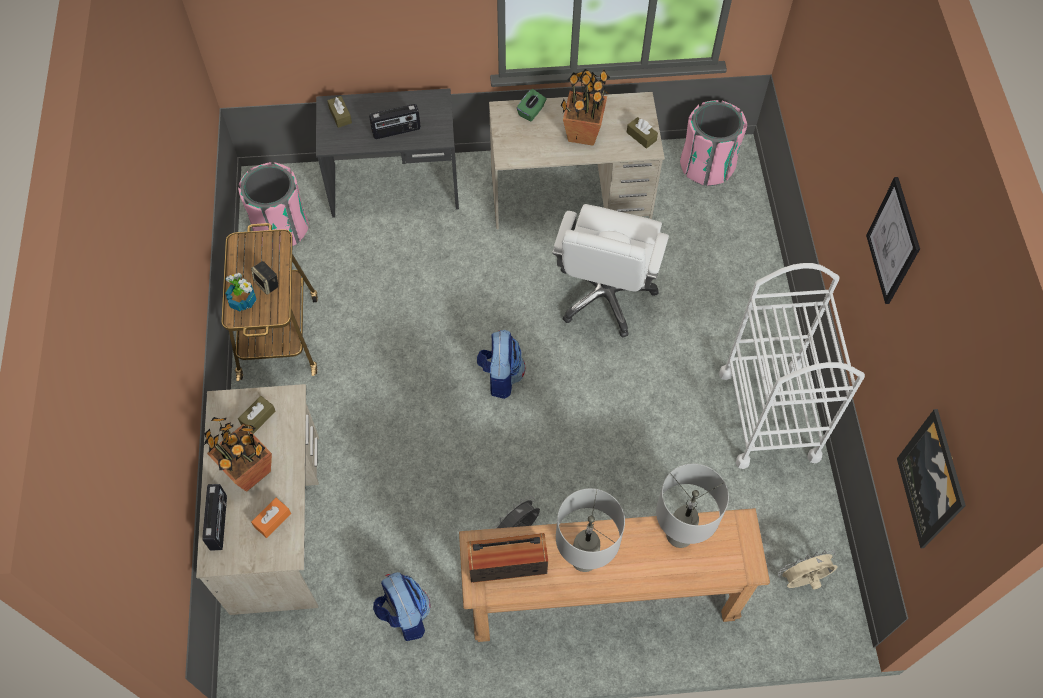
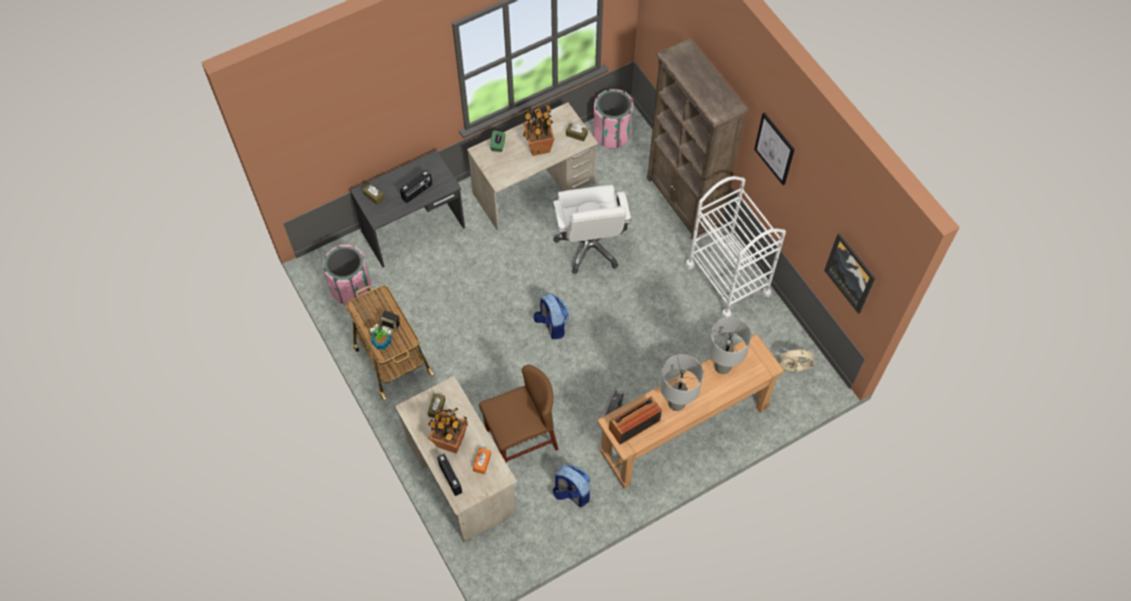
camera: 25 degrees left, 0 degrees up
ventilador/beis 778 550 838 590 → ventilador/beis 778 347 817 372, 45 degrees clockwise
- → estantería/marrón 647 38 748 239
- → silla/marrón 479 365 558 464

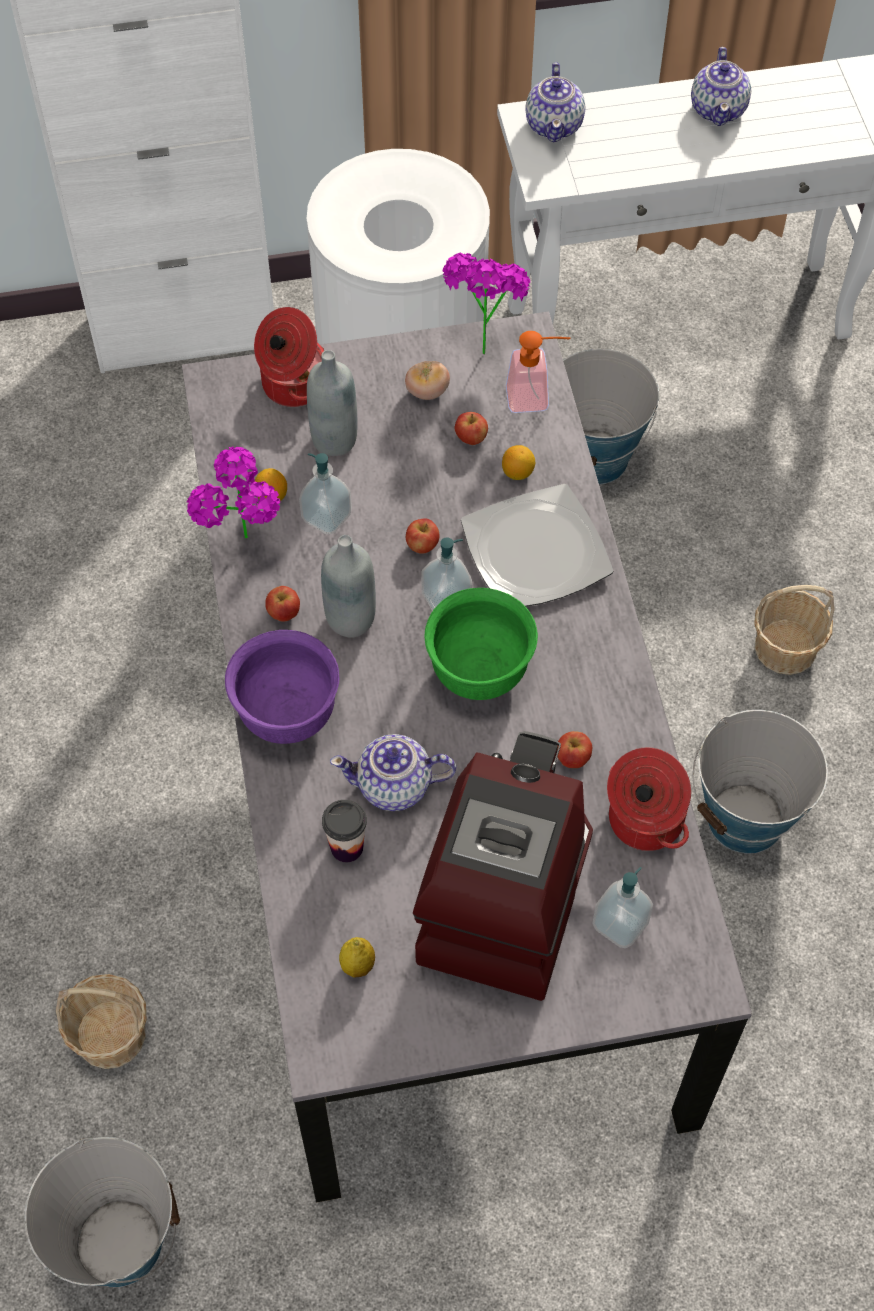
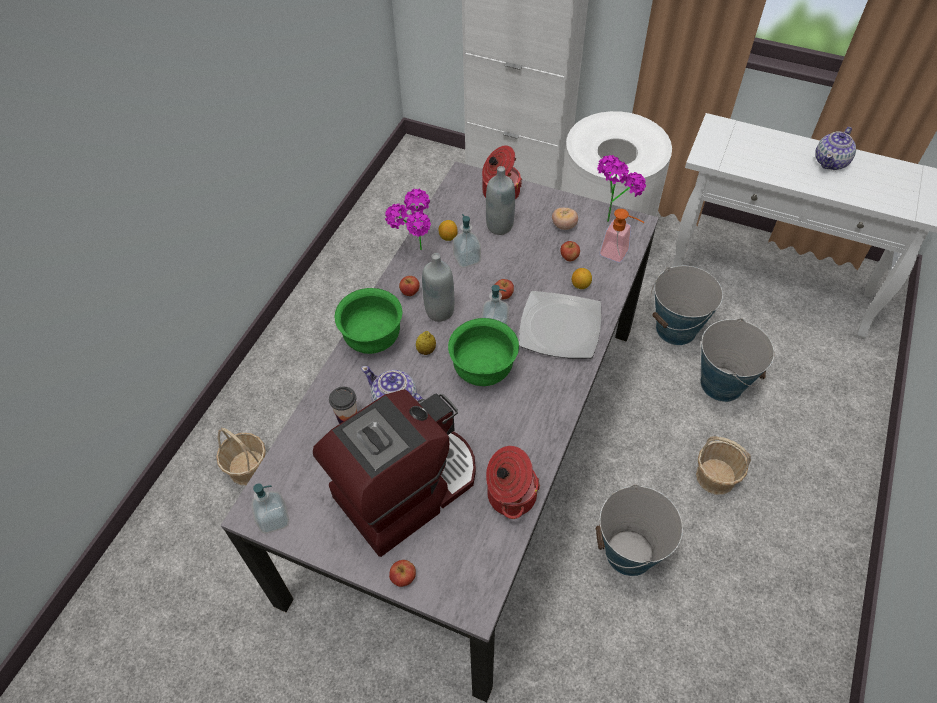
camera: 35 degrees right, 5 degrees down
tetera 525 62 585 142 → -
cuenco/morado 225 630 340 744 → cuenco/verde 335 288 402 354
manzana 557 731 592 768 → manzana 389 560 416 587, move
dispensador de jabón 592 867 653 948 → dispensador de jabón 251 483 289 534, move
limón 339 937 375 978 → limón 416 331 436 355, move
cubo 25 1137 180 1287 → cubo 700 318 774 402, move

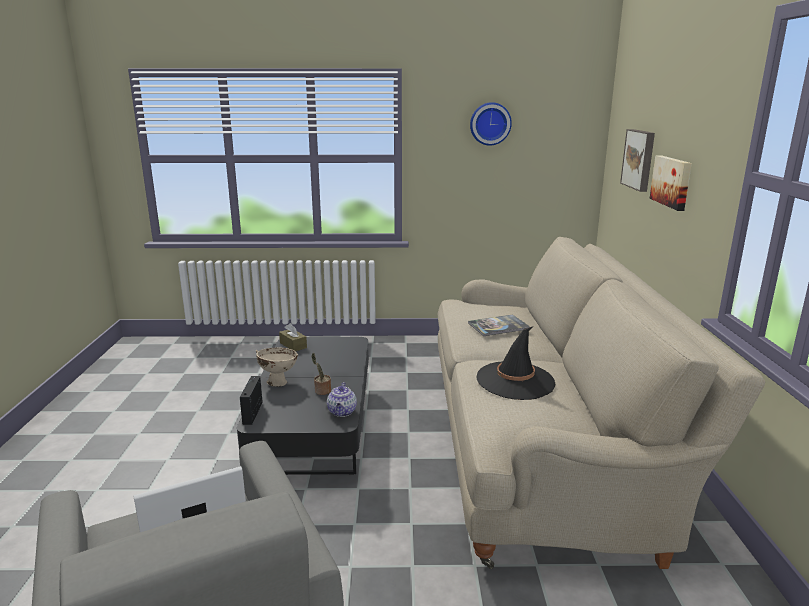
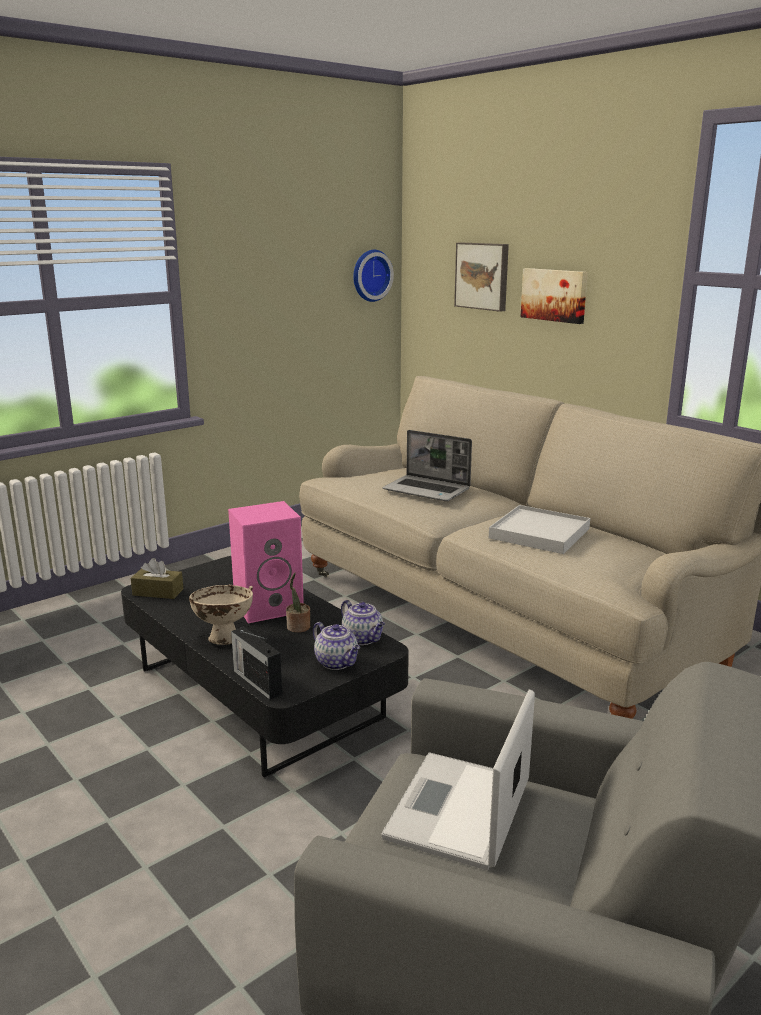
camera: 40 degrees left, 0 degrees up
reloj de pared 470 102 512 146 → reloj de pared 353 250 394 302, move
libro 468 315 530 336 → portátil 383 430 472 501
sombrero/negro 476 326 556 400 → bandeja/blanco 489 505 590 554
- → altavoz/rosa 228 501 304 623
- → tetera 313 622 360 670

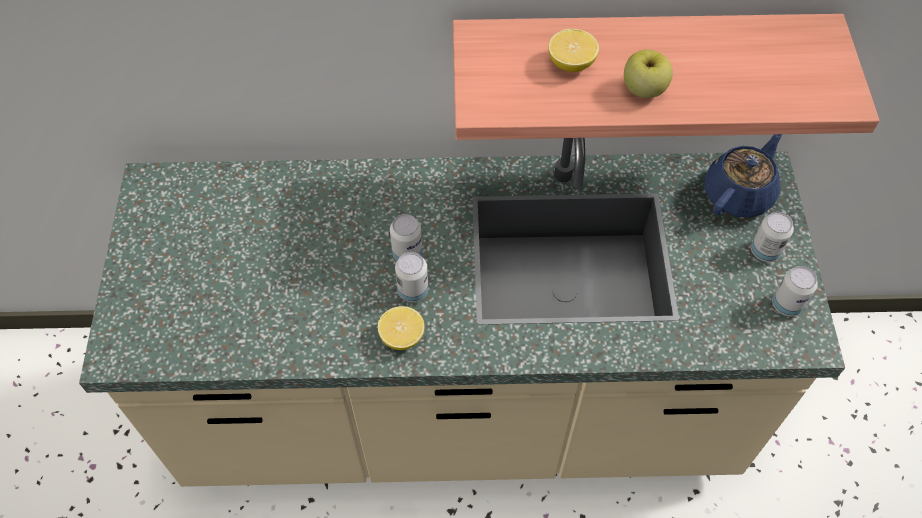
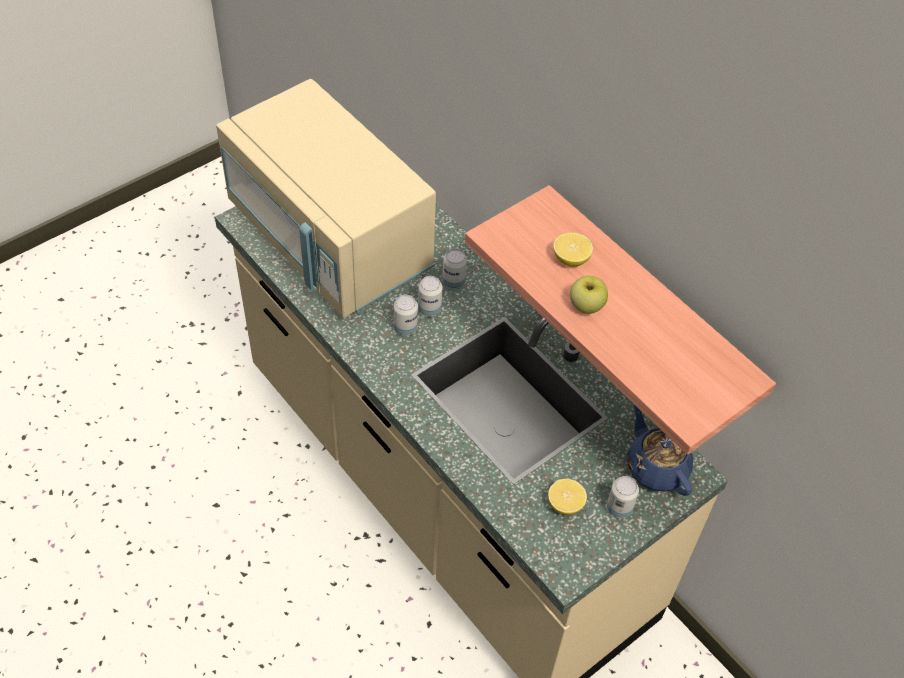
camera: 50 degrees right, 5 degrees down
tetera/azul 705 134 783 218 → tetera/azul 627 405 693 496, 120 degrees counterclockwise
lata 772 266 818 316 → lata 442 249 467 289, move
limón 378 306 425 350 → limón 548 479 587 515, move
- → microondas/beis 216 79 436 317

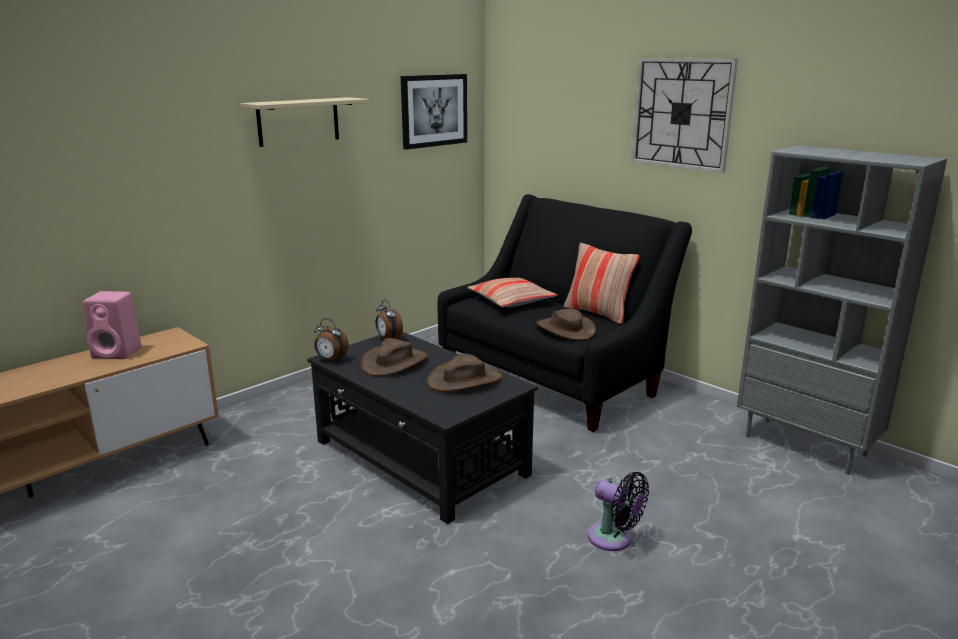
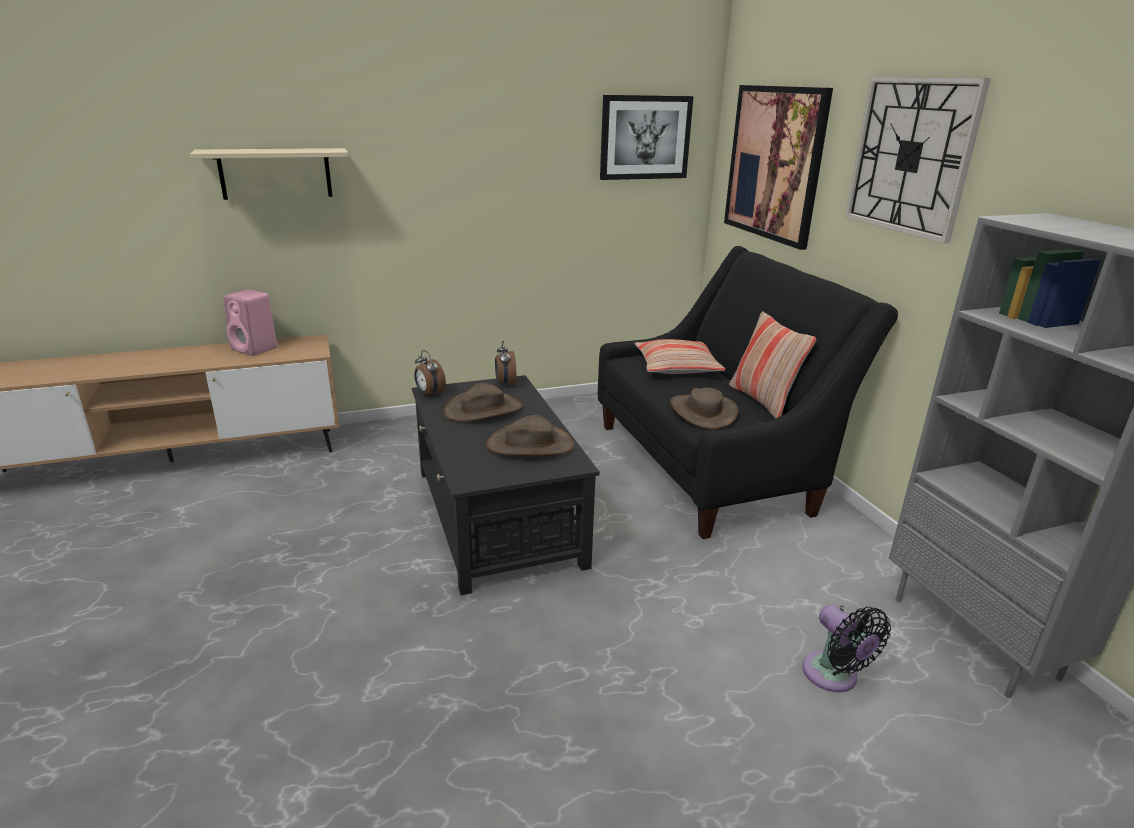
camera: 25 degrees right, 5 degrees up
estante/beis 240 97 369 147 → estante/beis 190 148 348 200, move
ventilador/negro 588 472 649 551 → ventilador/negro 802 604 891 693, move
- → cuadro 724 85 833 250

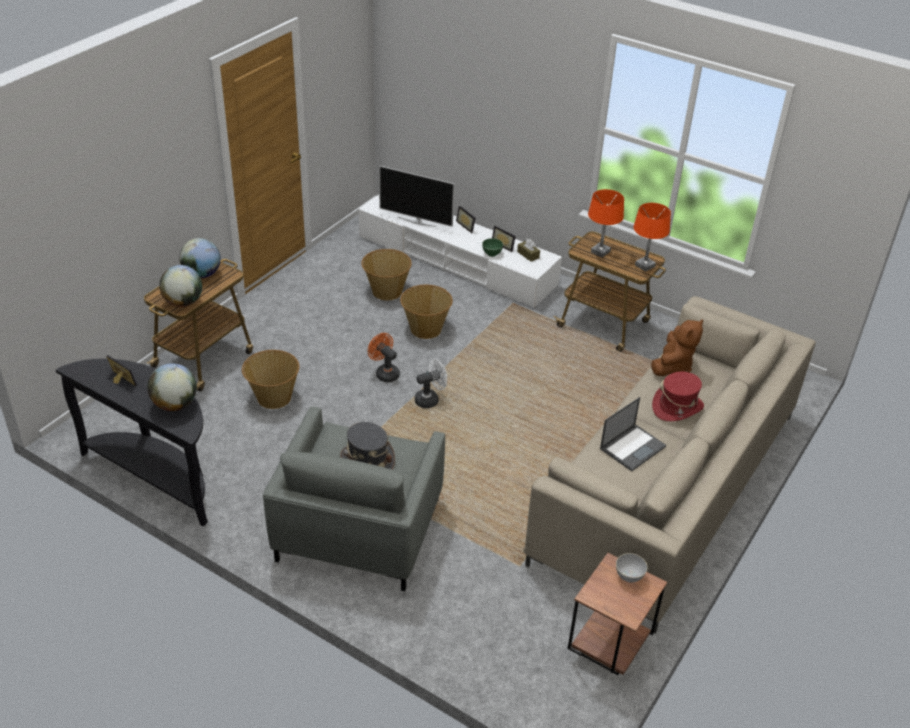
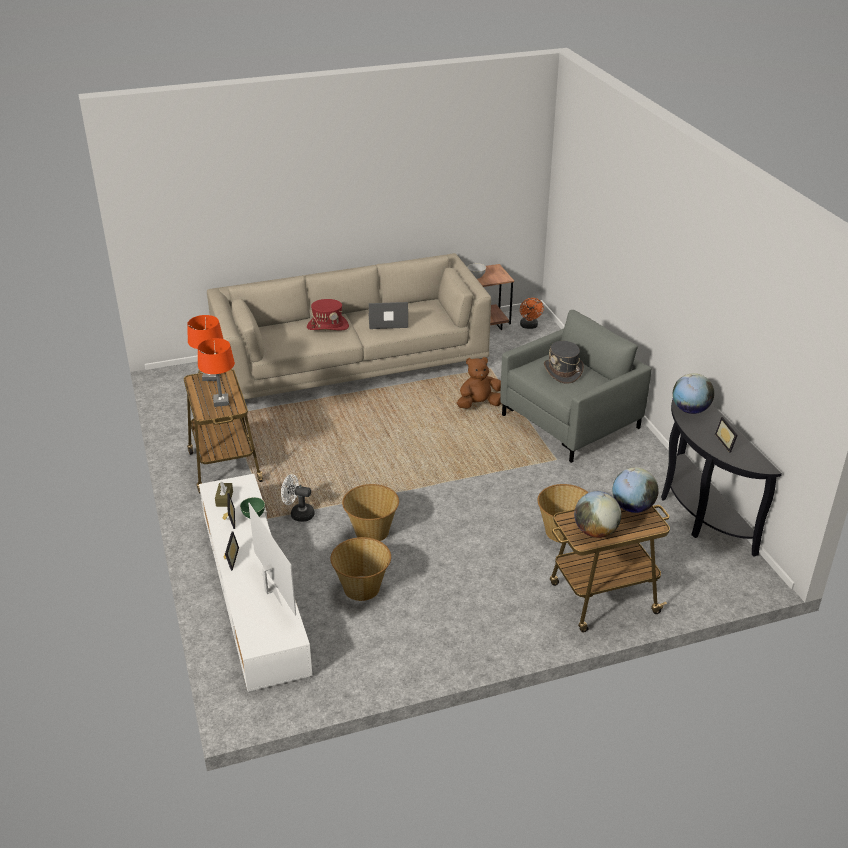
camera: 140 degrees left, 5 degrees down
peluche/marrón 651 319 703 376 → peluche/marrón 457 357 501 409, move
ventilador/naranja 368 333 400 382 → ventilador/naranja 520 298 544 329, move
ventilador/blanco 415 359 447 408 → ventilador/blanco 281 474 315 522, move

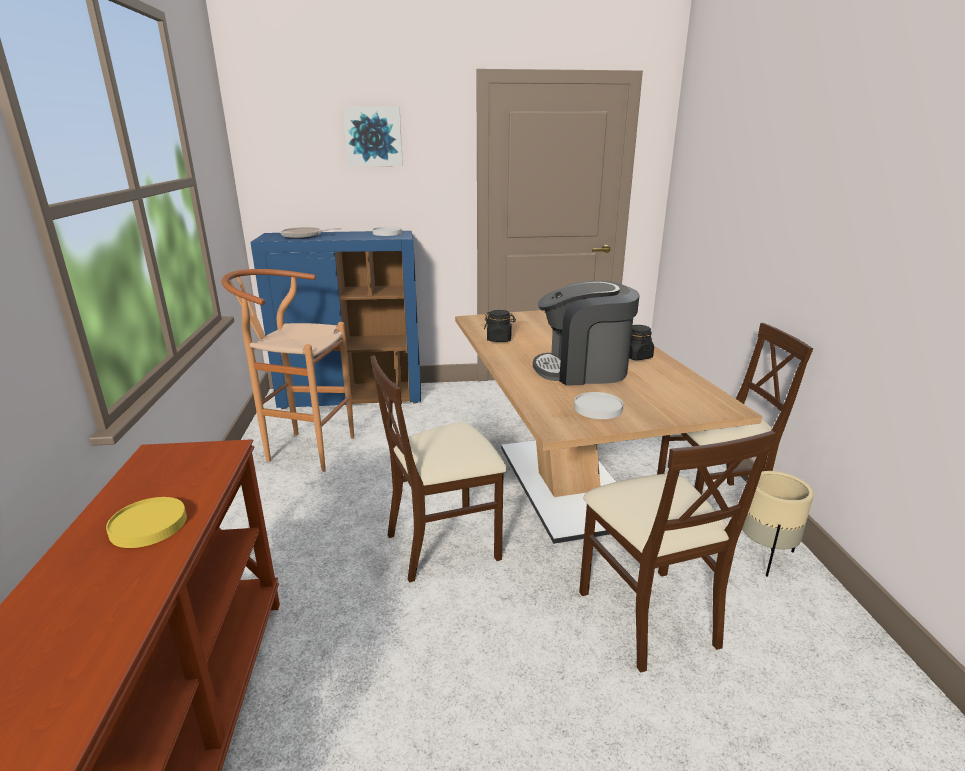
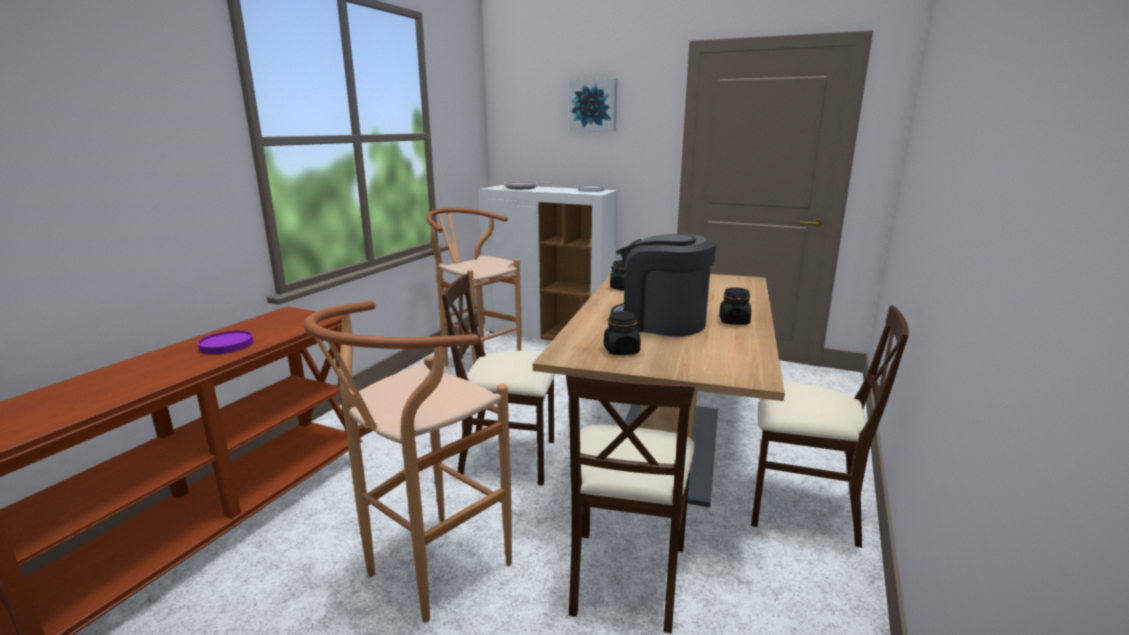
camera: 30 degrees right, 5 degrees down
armario/azul 250 231 421 409 → armario/blanco 478 185 617 341
plato/blanco 574 392 623 419 → tarro/negro 604 311 641 355
maceta/beis 742 471 814 577 → -
plato/amarillo 106 497 187 548 → plato/morado 198 331 254 355
- → taburete/marrón 304 301 512 623

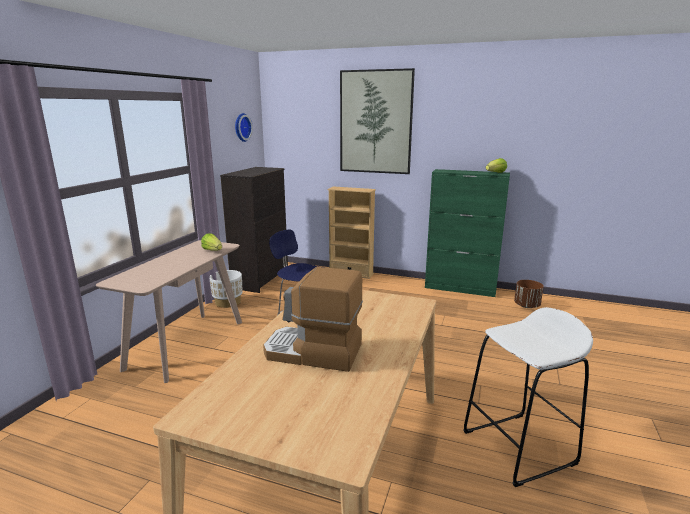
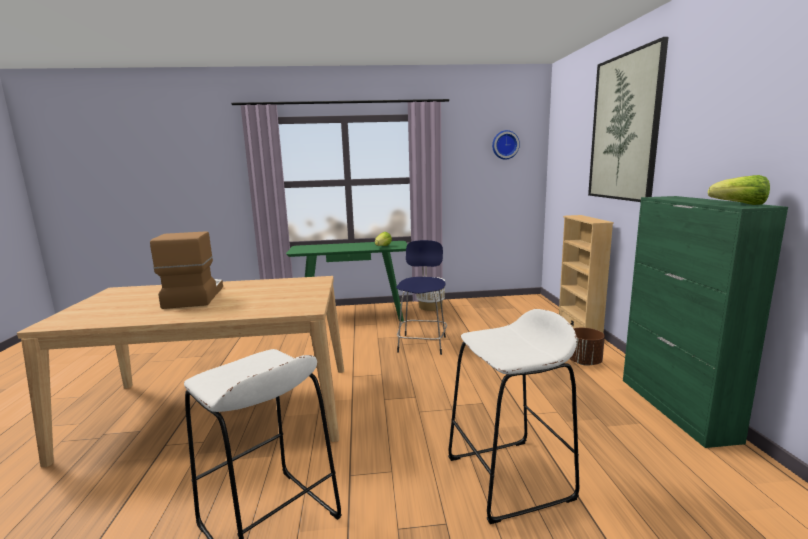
camera: 65 degrees right, 5 degrees down
cómoda/negro 220 167 288 293 → -
mesa consola/beis 96 240 242 383 → mesa consola/verde 286 241 408 321
maceta/marrón 514 280 544 308 → maceta/marrón 570 328 605 366, move
- → taburete/blanco 448 309 579 524

